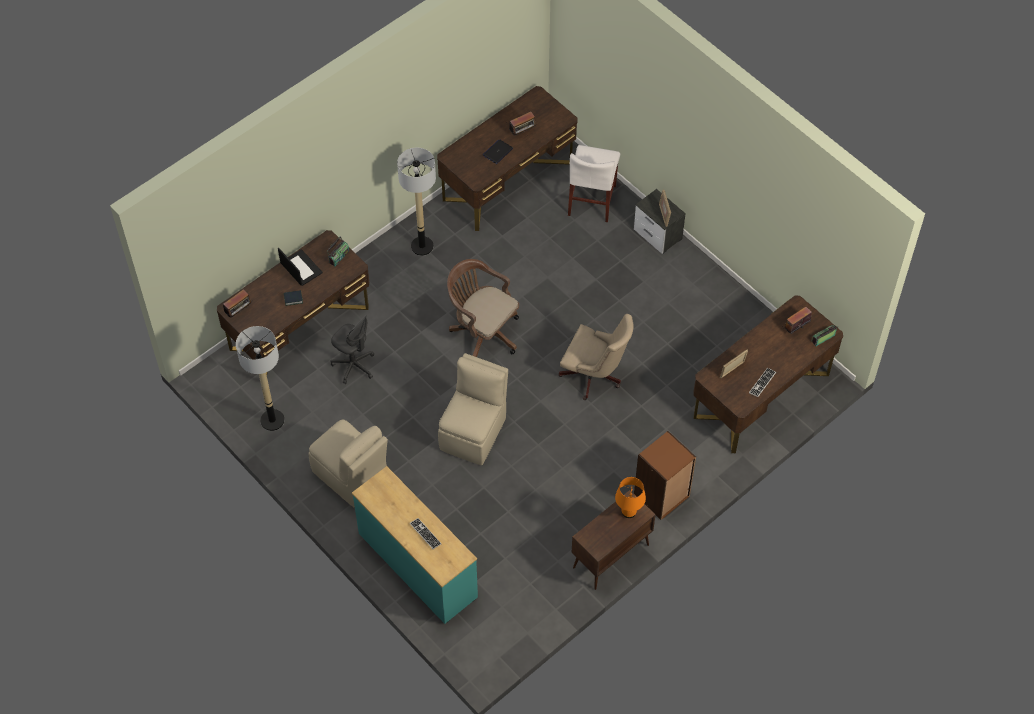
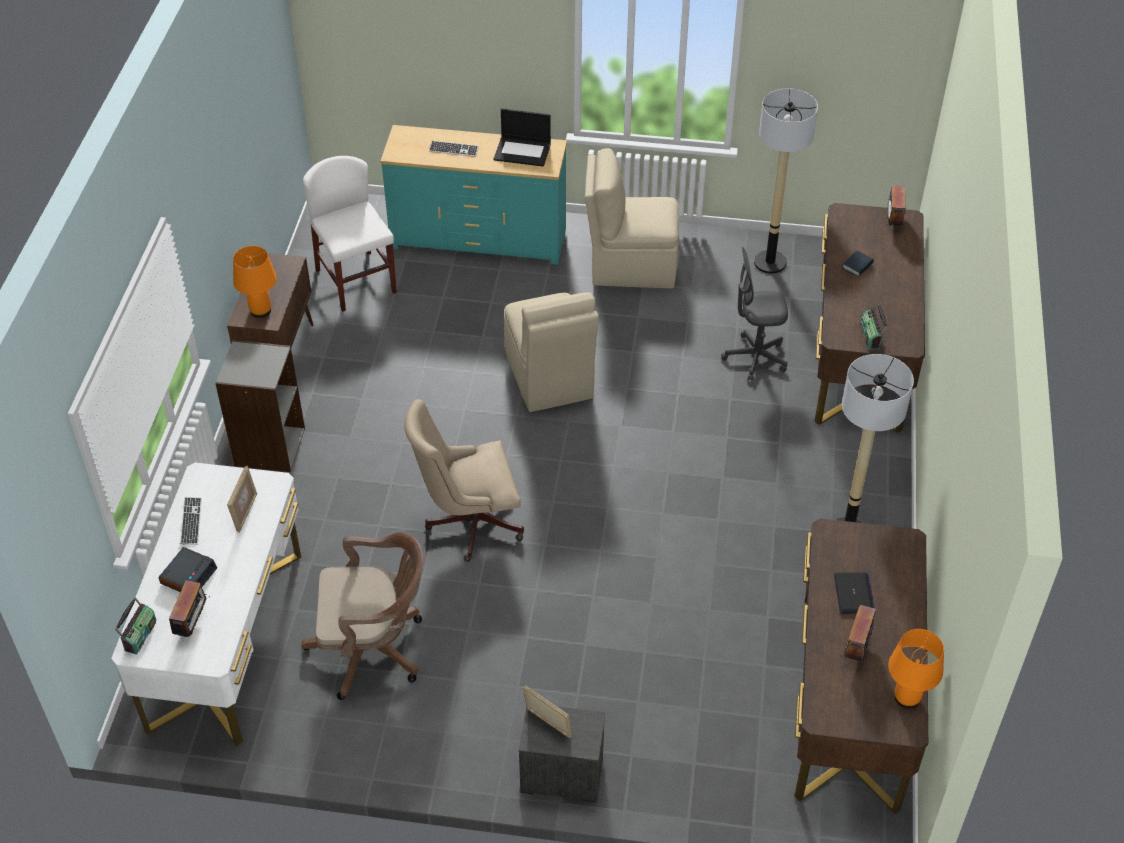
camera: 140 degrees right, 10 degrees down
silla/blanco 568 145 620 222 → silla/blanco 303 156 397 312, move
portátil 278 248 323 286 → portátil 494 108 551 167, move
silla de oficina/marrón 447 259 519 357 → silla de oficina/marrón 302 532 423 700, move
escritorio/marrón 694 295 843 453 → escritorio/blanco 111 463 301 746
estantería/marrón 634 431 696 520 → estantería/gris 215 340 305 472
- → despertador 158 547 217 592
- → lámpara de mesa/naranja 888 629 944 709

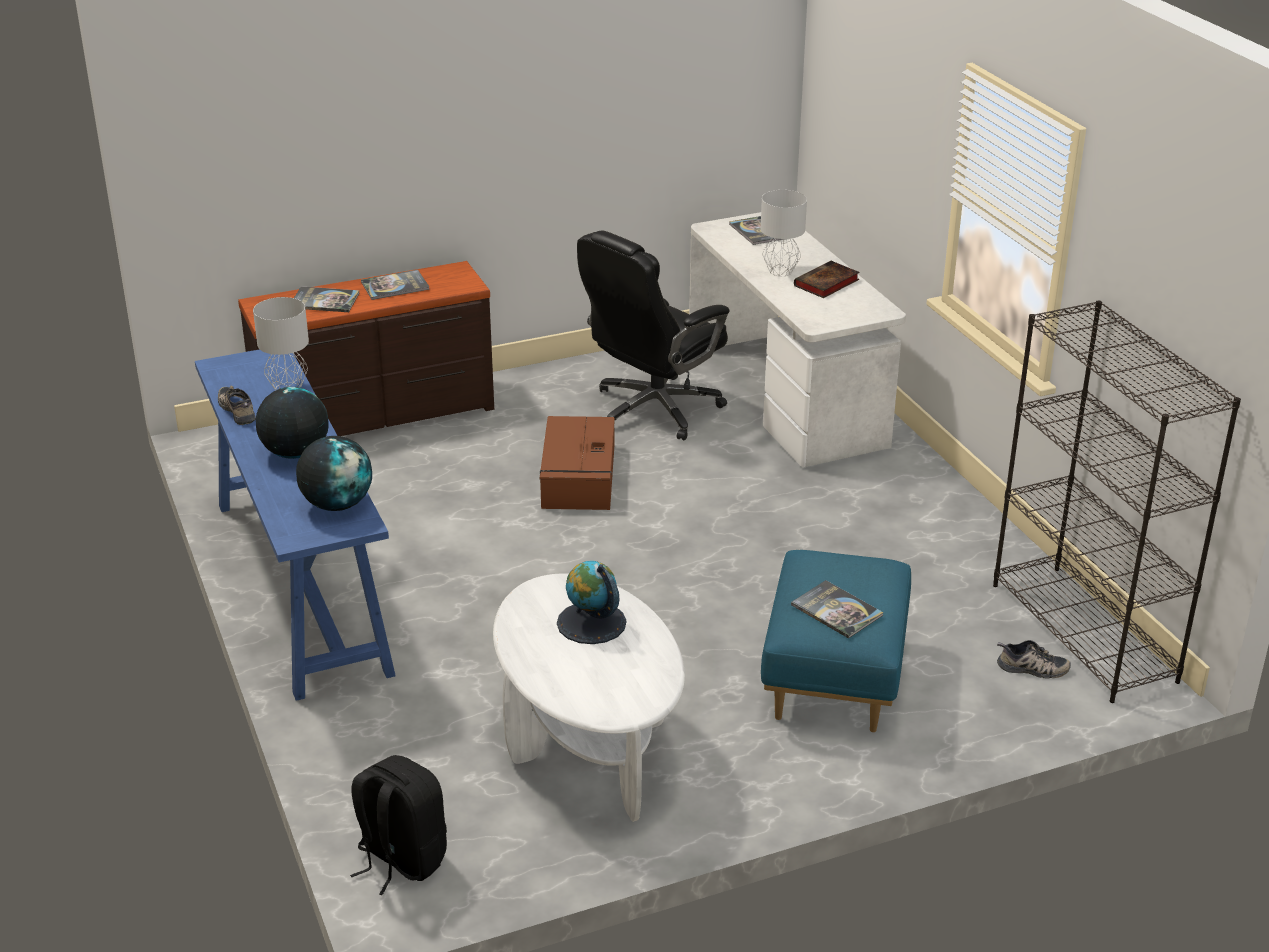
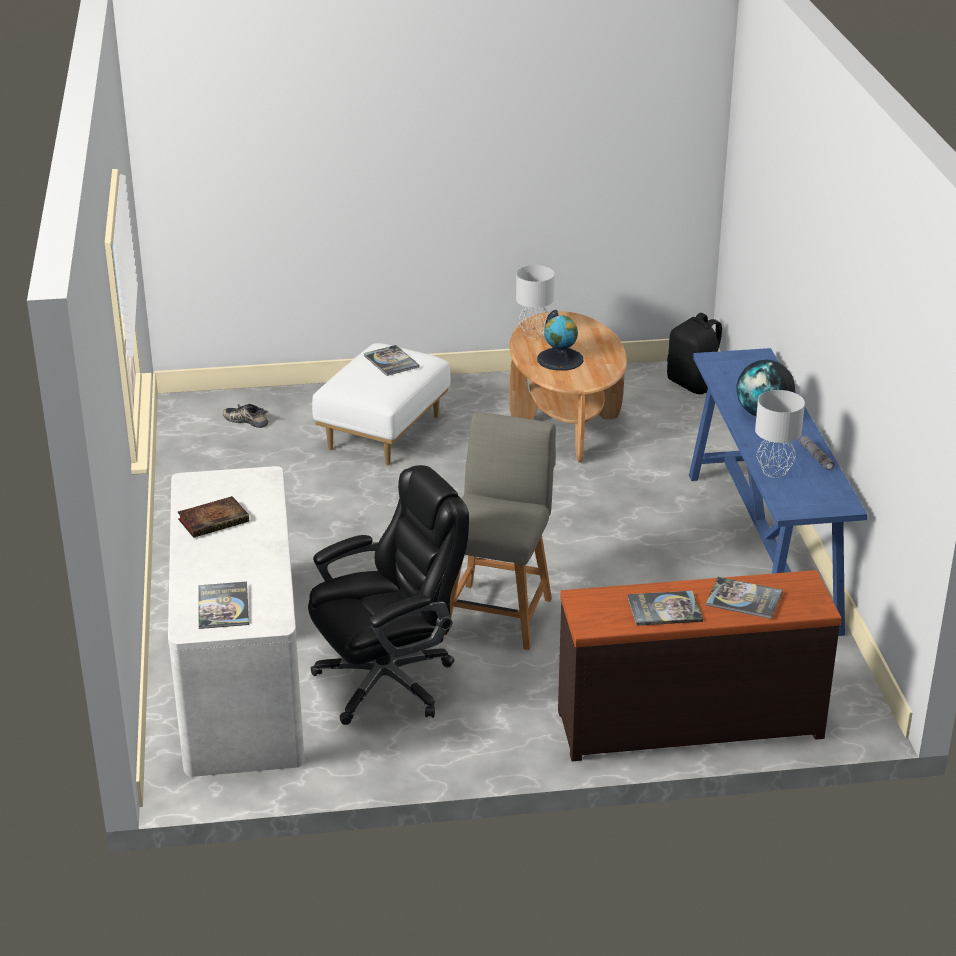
camera: 165 degrees left, 0 degrees up
lámpara de mesa/gris 760 190 807 276 → lámpara de mesa/gris 516 265 555 339, move
estantería/negro 993 300 1241 703 → -
zapato 218 385 256 425 → linterna/gris 798 436 834 470
caja de almacenaje/marrón 540 416 615 510 → silla/gris 445 412 556 650
globo terráqueo 296 436 372 511 → -
puf/azul 761 550 911 732 → puf/blanco 312 343 451 465
mesa de centro/blanco 493 573 685 822 → mesa de centro/marrón 509 311 627 462

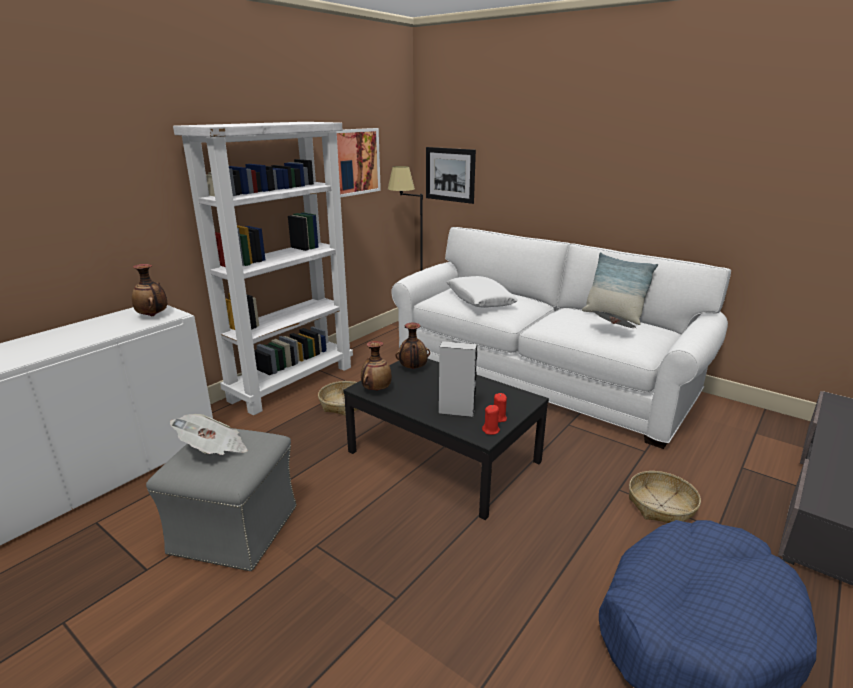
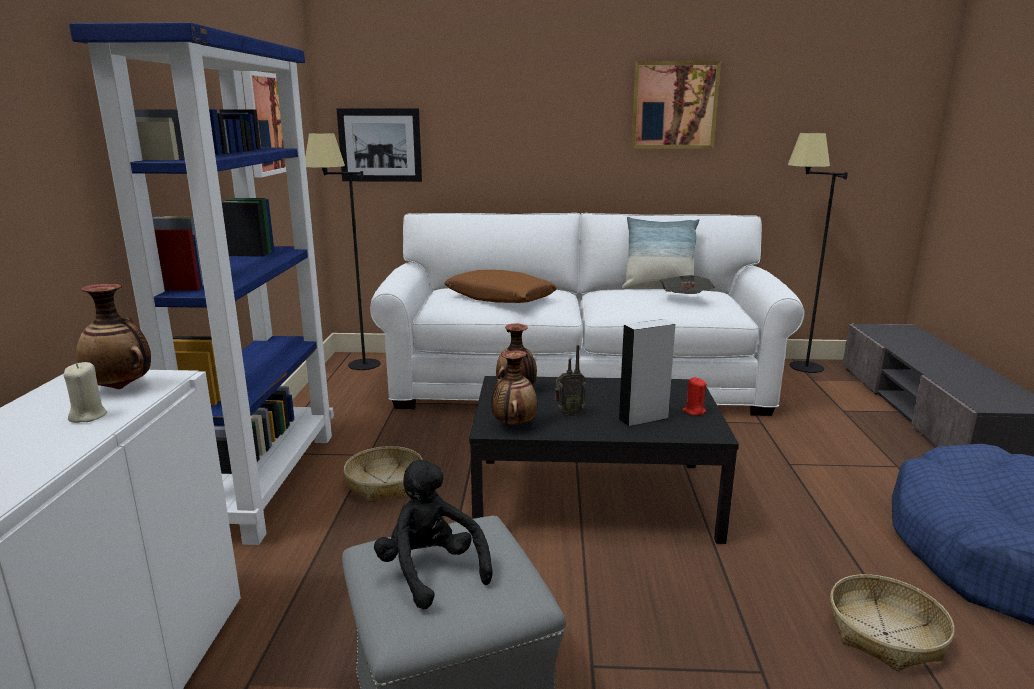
camera: 35 degrees left, 5 degrees down
estantería/blanco 173 122 353 415 → estantería/azul 69 22 334 545
cojín/blanco 447 276 518 308 → cojín/marrón 444 270 557 303
vela/rojo 482 405 500 435 → -
periódico 170 414 248 455 → peluche/negro 374 459 493 609
cesta 629 471 701 523 → cesta 830 574 955 671, move
- → cuadro 631 61 721 149
- → lámpara de pie/negro 788 133 848 373
- → radio 555 345 586 416
- → vela/beis 63 362 107 423

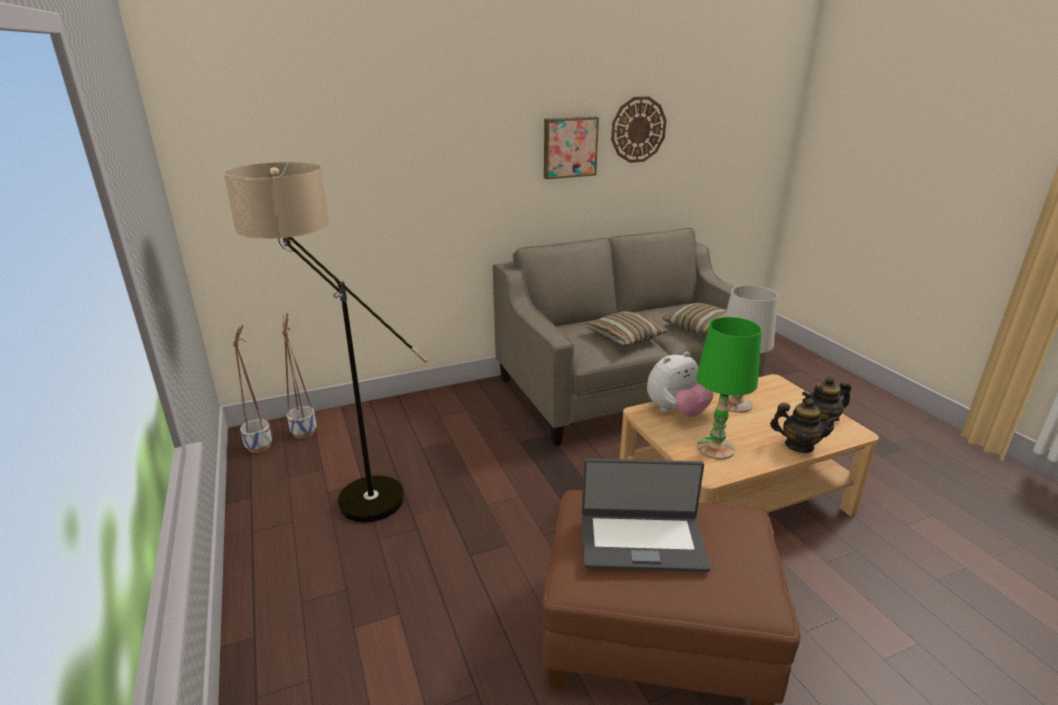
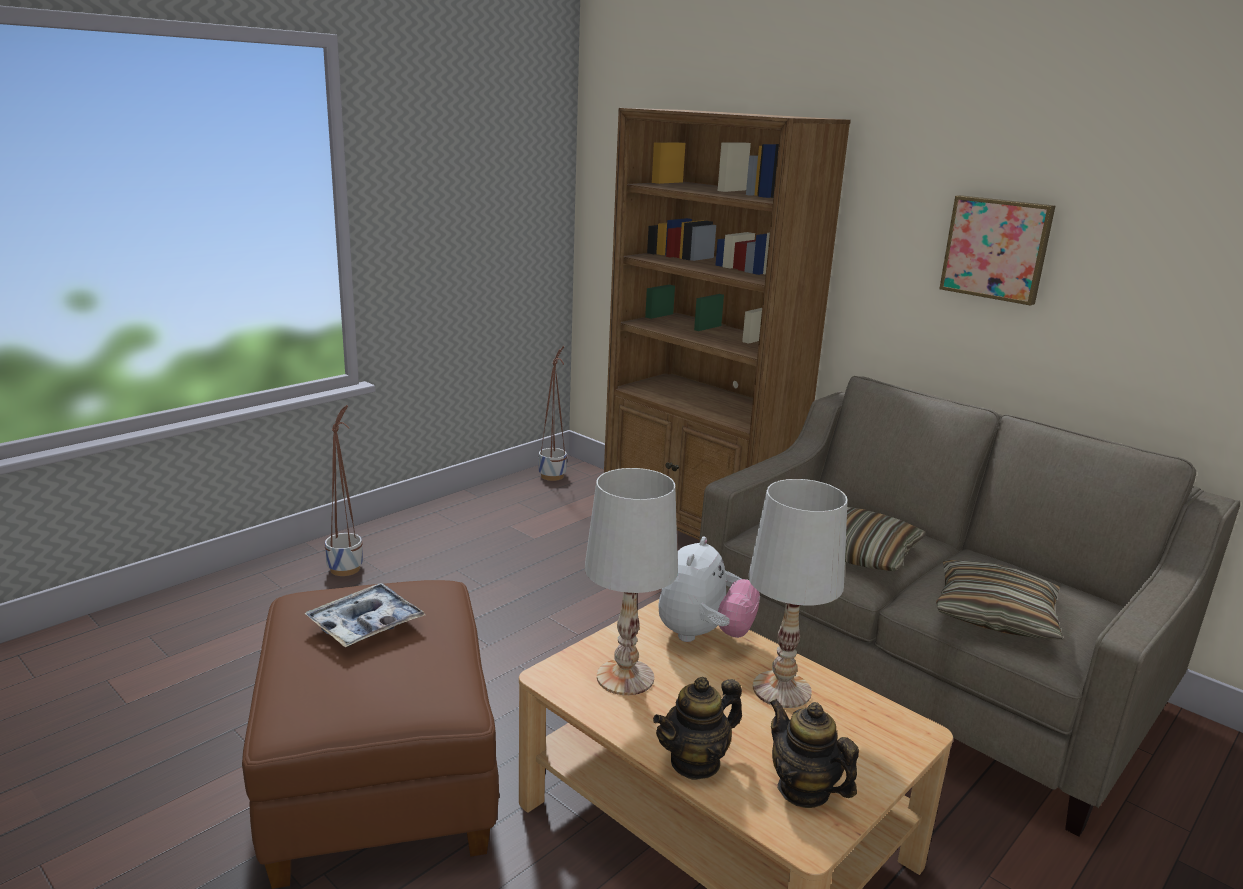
camera: 65 degrees right, 5 degrees down
reloj de pared 611 96 666 163 → -
lámpara de pie 223 162 428 523 → -
maceta 282 313 317 438 → maceta 324 405 363 576, move
lámpara de mesa/verde 696 317 762 459 → lámpara de mesa/blanco 585 468 678 695
peluche 647 352 713 417 → peluche 658 537 760 642, 105 degrees counterclockwise
tetera 770 398 840 453 → tetera 653 677 742 780, 60 degrees clockwise
portátil 582 459 711 572 → bandeja 304 583 426 647
- → estantería/marrón 604 108 851 540

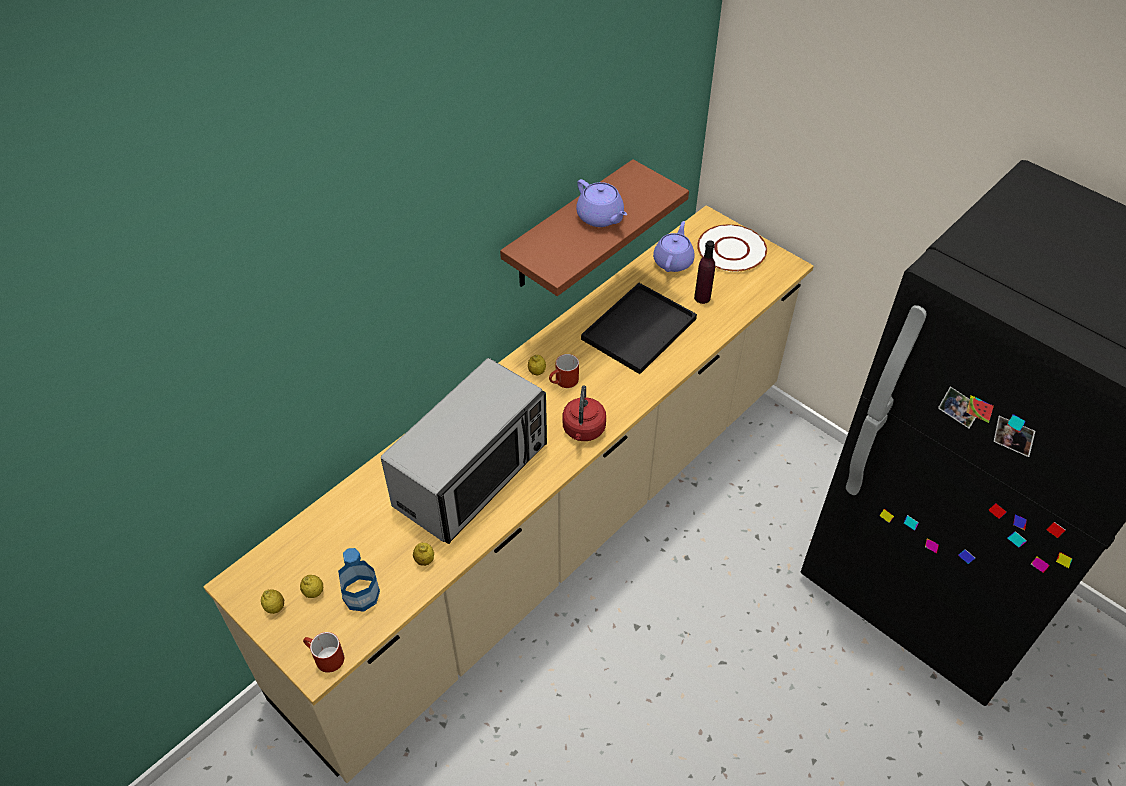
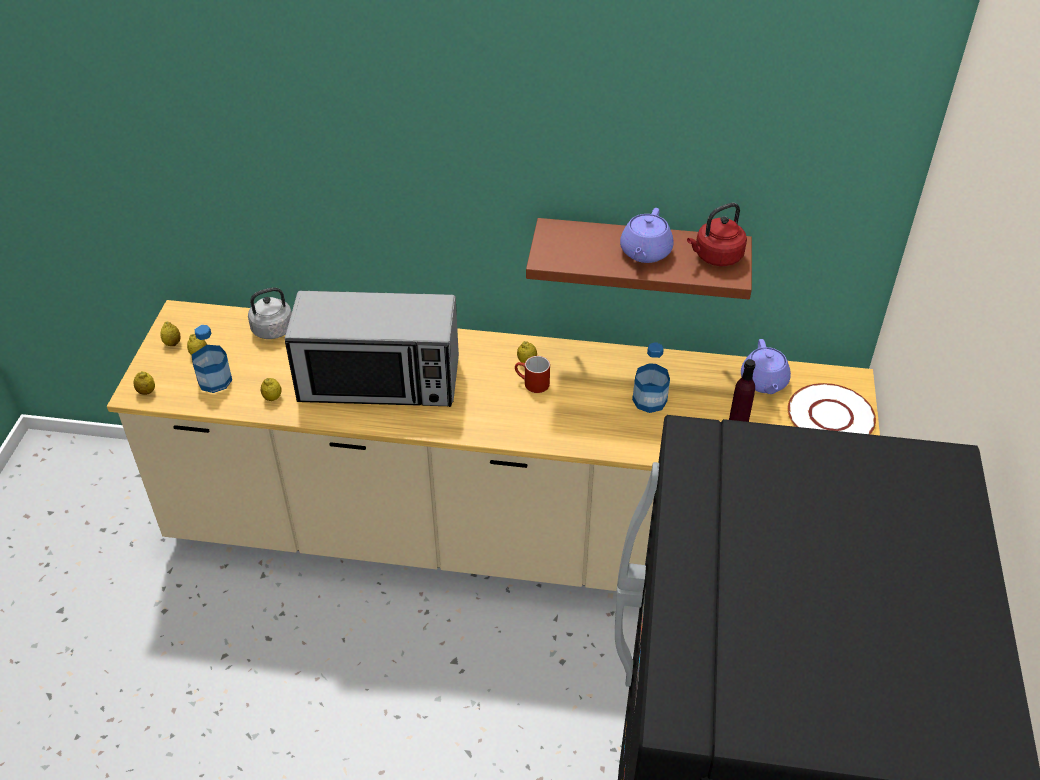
camera: 55 degrees right, 5 degrees down
tetera/morado 653 221 695 272 → tetera/morado 741 339 791 394, 105 degrees clockwise
bandeja/negro 581 283 697 374 → botella 632 342 670 413
hervidor/rojo 563 385 606 441 → hervidor/rojo 687 203 747 266, move
taza grande/rojo 303 632 344 673 → limón 134 371 155 395
- → hervidor/gris 248 287 292 339

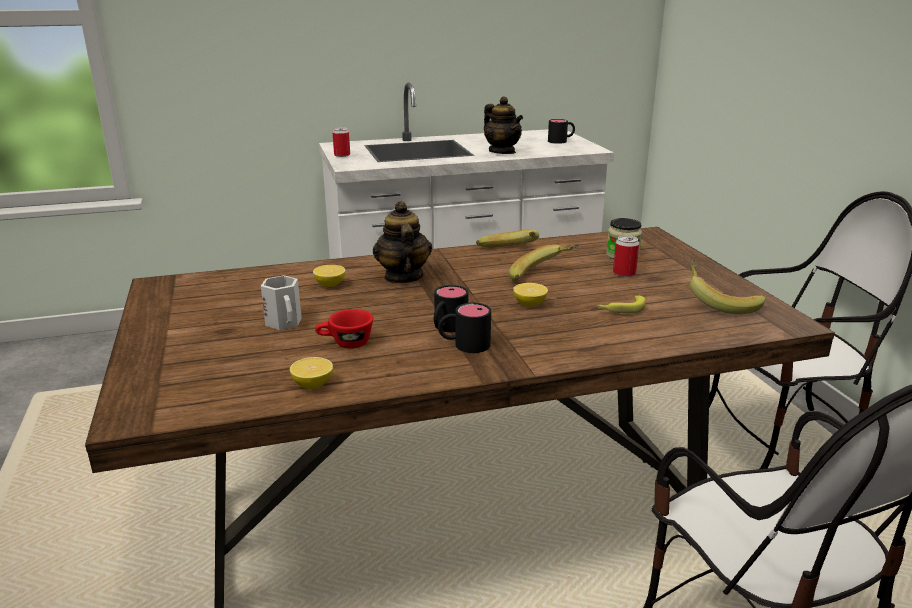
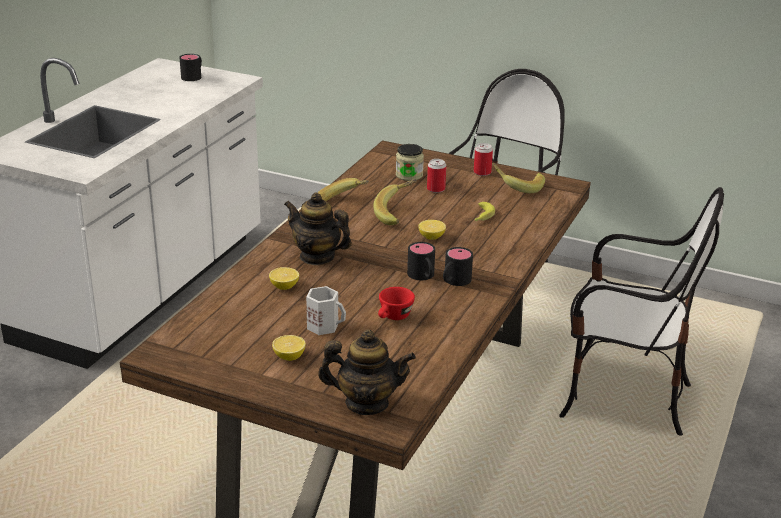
camera: 50 degrees left, 5 degrees up
tetera 484 97 523 154 → tetera 318 330 416 415, move
lata 333 127 350 157 → lata 474 143 493 176, move
limón 290 357 333 389 → limón 272 335 306 361, move

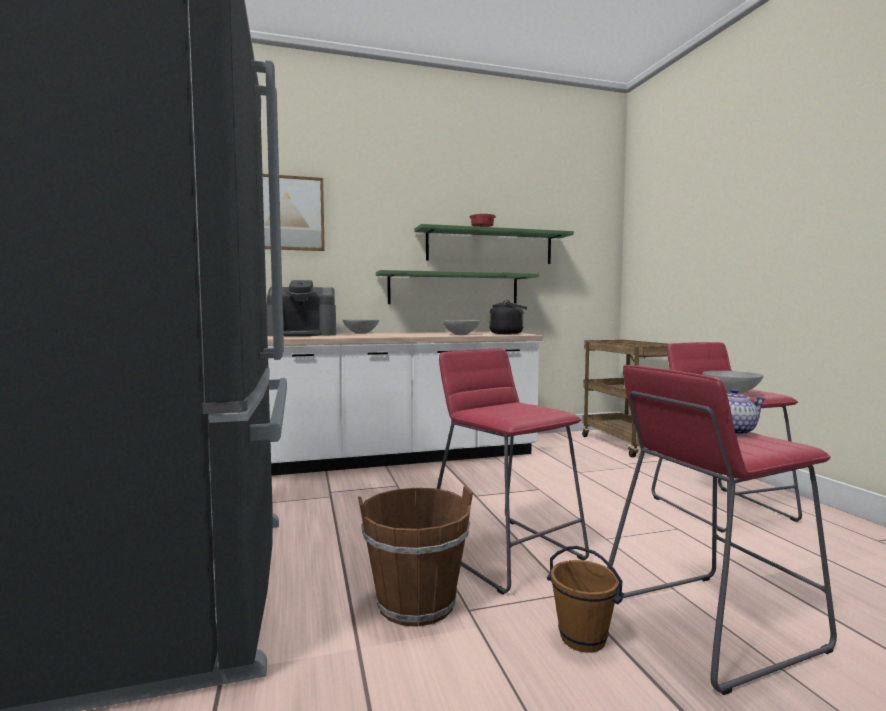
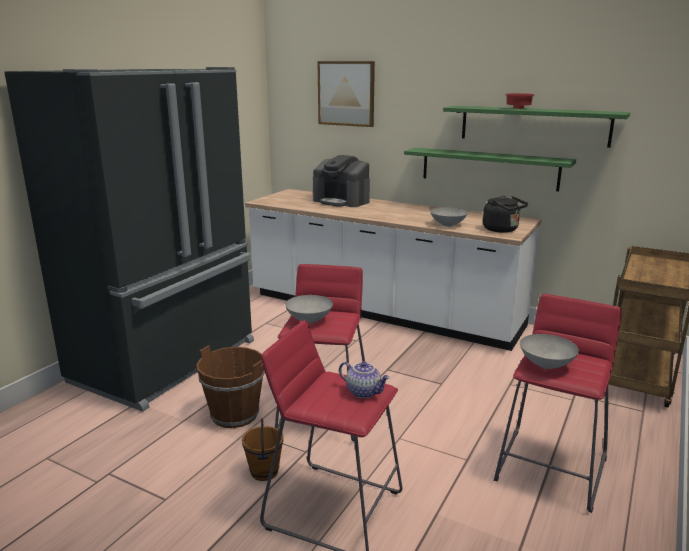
camera: 45 degrees right, 15 degrees up
cuenco/gris 343 319 379 334 → cuenco/gris 285 295 333 323, move

